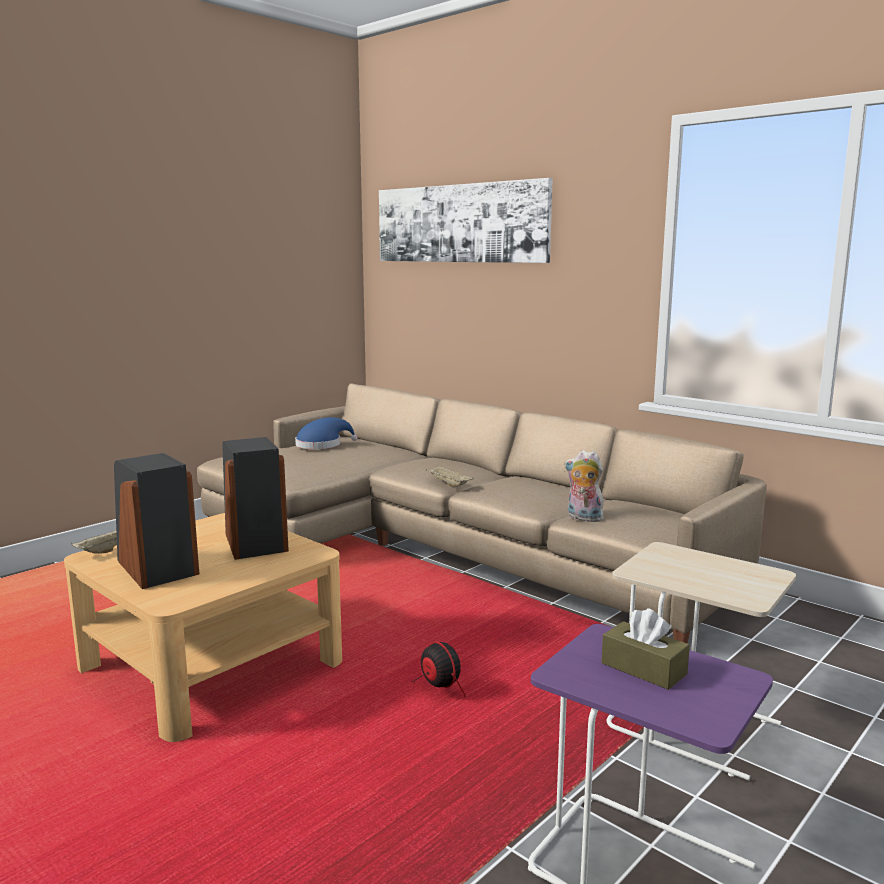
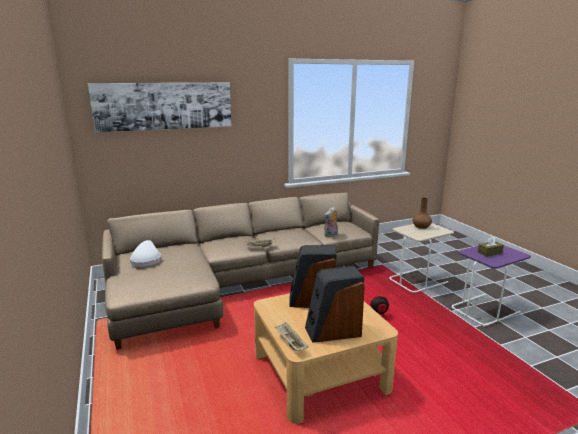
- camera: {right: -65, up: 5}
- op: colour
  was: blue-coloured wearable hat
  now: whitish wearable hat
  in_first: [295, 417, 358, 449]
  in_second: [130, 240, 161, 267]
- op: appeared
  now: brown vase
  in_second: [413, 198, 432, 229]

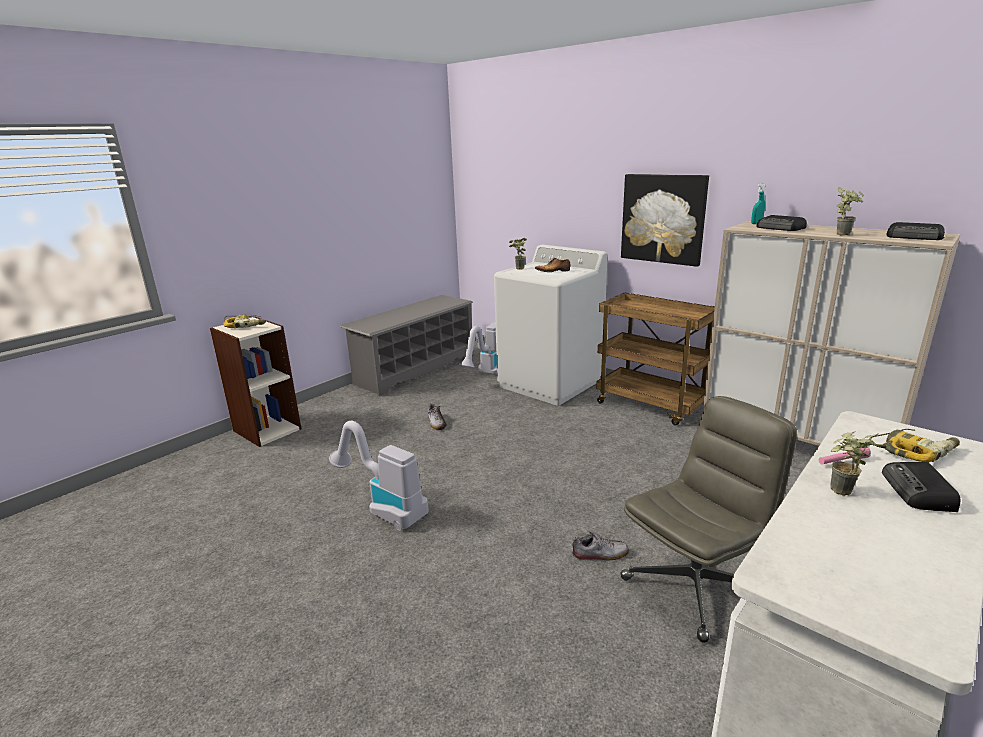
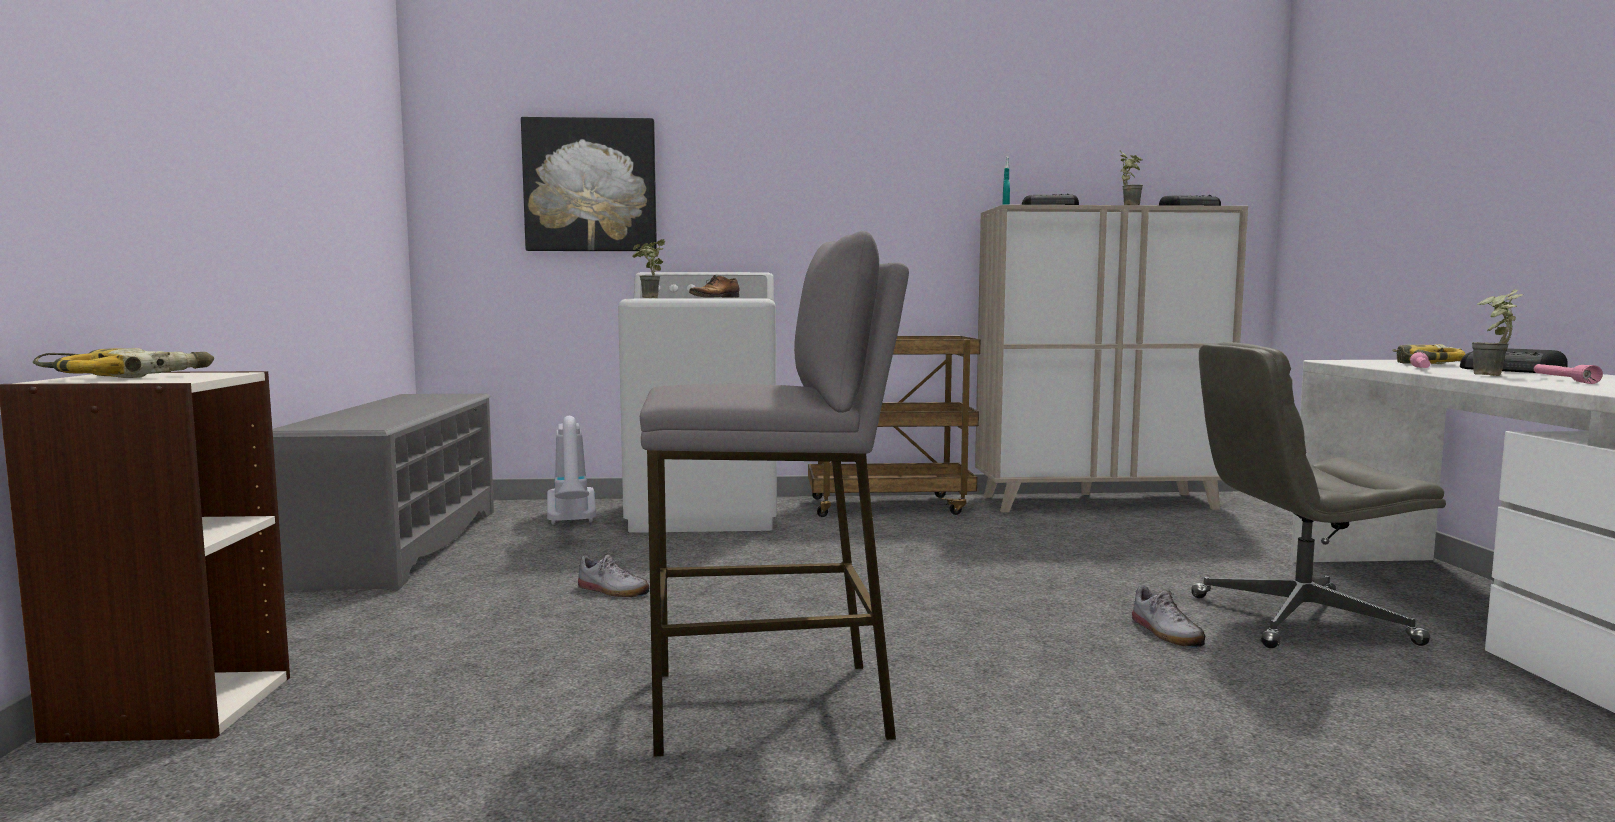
- camera: {right: -45, up: -15}
- op: relocated
  was: wall art
  in_first: [621, 174, 709, 267]
  in_second: [521, 117, 657, 251]
- op: exchanged
  was: hoover
  now: gray stool
  in_first: [329, 421, 429, 531]
  in_second: [640, 231, 909, 758]
- op: spun
  was: item of footwear
  in_first: [572, 532, 629, 561]
  in_second: [1131, 586, 1206, 648]
  clockwise: 120
- op: spun
  was: gray office chair
  in_first: [620, 396, 797, 643]
  in_second: [1191, 342, 1446, 648]
  clockwise: -105
- op: appeared
  now: pink-coloured hand torch
  in_second: [1534, 364, 1603, 384]

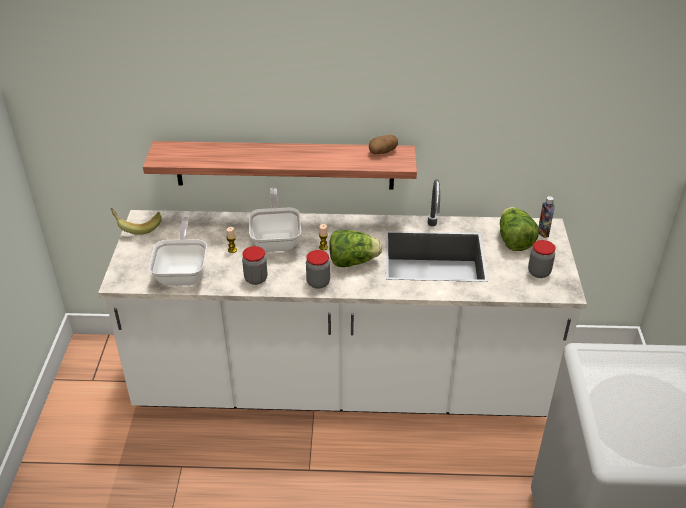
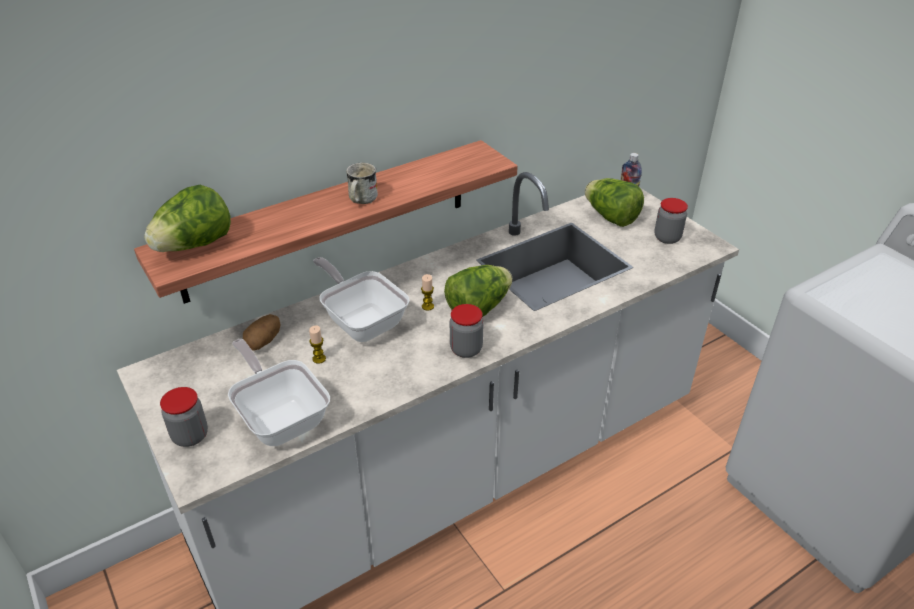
- camera: {right: -35, up: 0}
- op: appeared
  now: lettuce head
  in_second: [144, 185, 231, 252]
- op: relocated
  was: jar
  in_first: [242, 246, 267, 285]
  in_second: [160, 387, 208, 447]
- op: relocated
  was: potato
  in_first: [369, 135, 398, 154]
  in_second: [243, 314, 280, 351]
- op: appeared
  now: whitish coffee mug
  in_second: [346, 163, 378, 204]
- op: missing
  was: banana
  in_first: [110, 208, 162, 235]

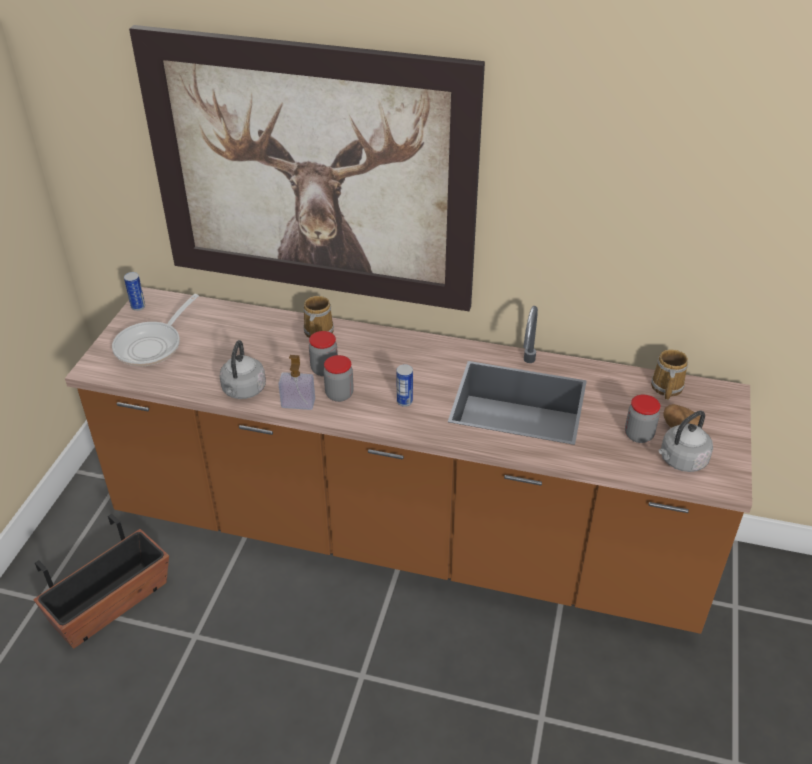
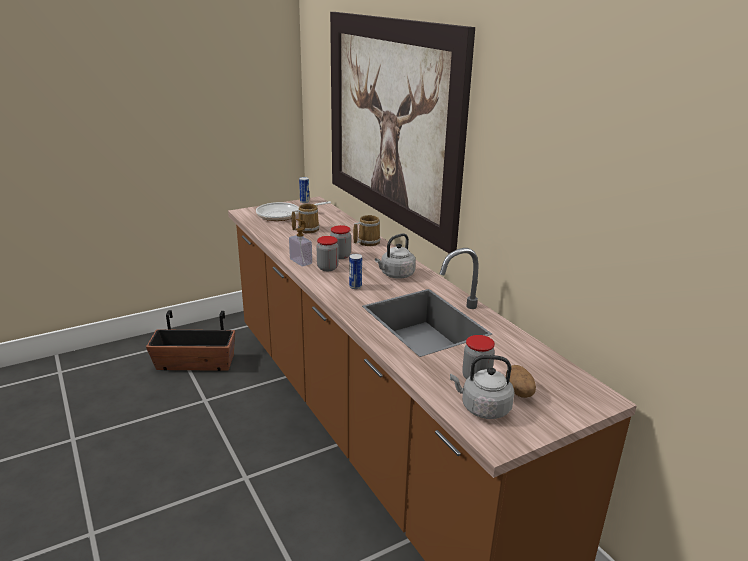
- camera: {right: 45, up: -15}
- op: relocated
  was: coffee mug
  in_first: [651, 349, 688, 400]
  in_second: [291, 204, 319, 233]
- op: relocated
  was: gray kettle
  in_first: [219, 340, 266, 399]
  in_second: [375, 233, 416, 279]

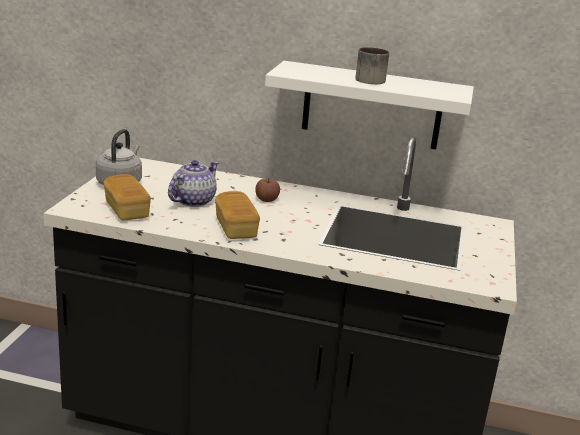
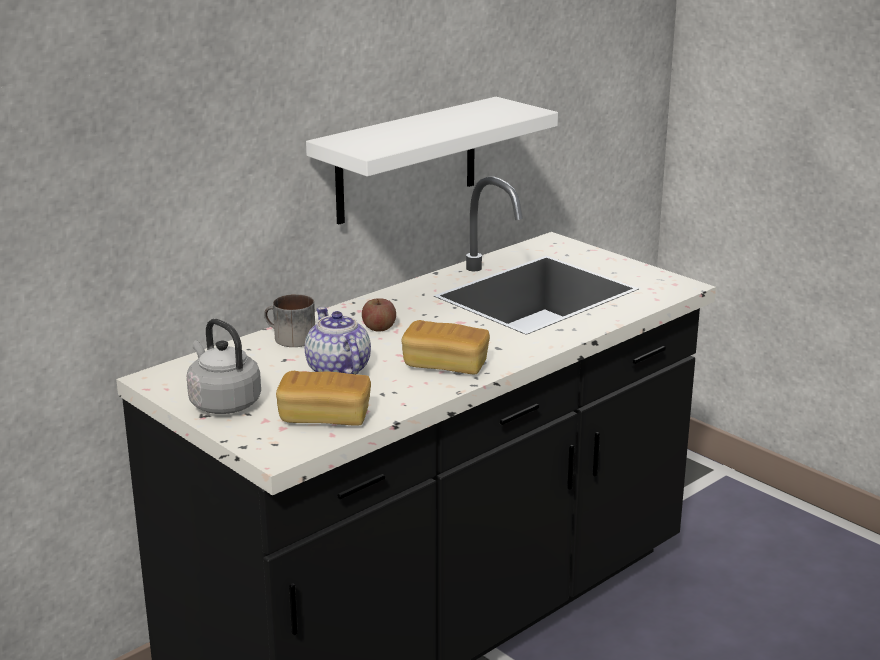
- camera: {right: -55, up: 0}
- op: relocated
  was: coffee mug
  in_first: [355, 47, 389, 84]
  in_second: [264, 294, 315, 347]

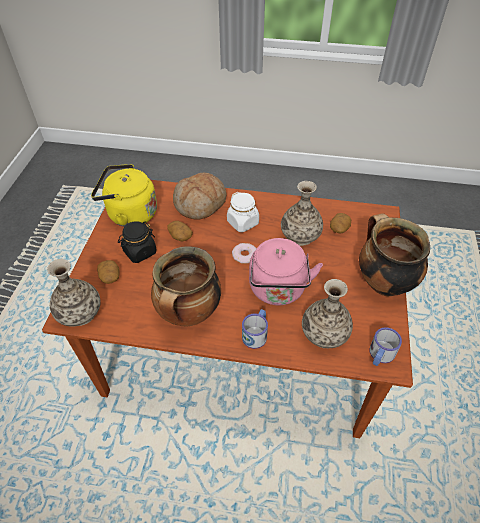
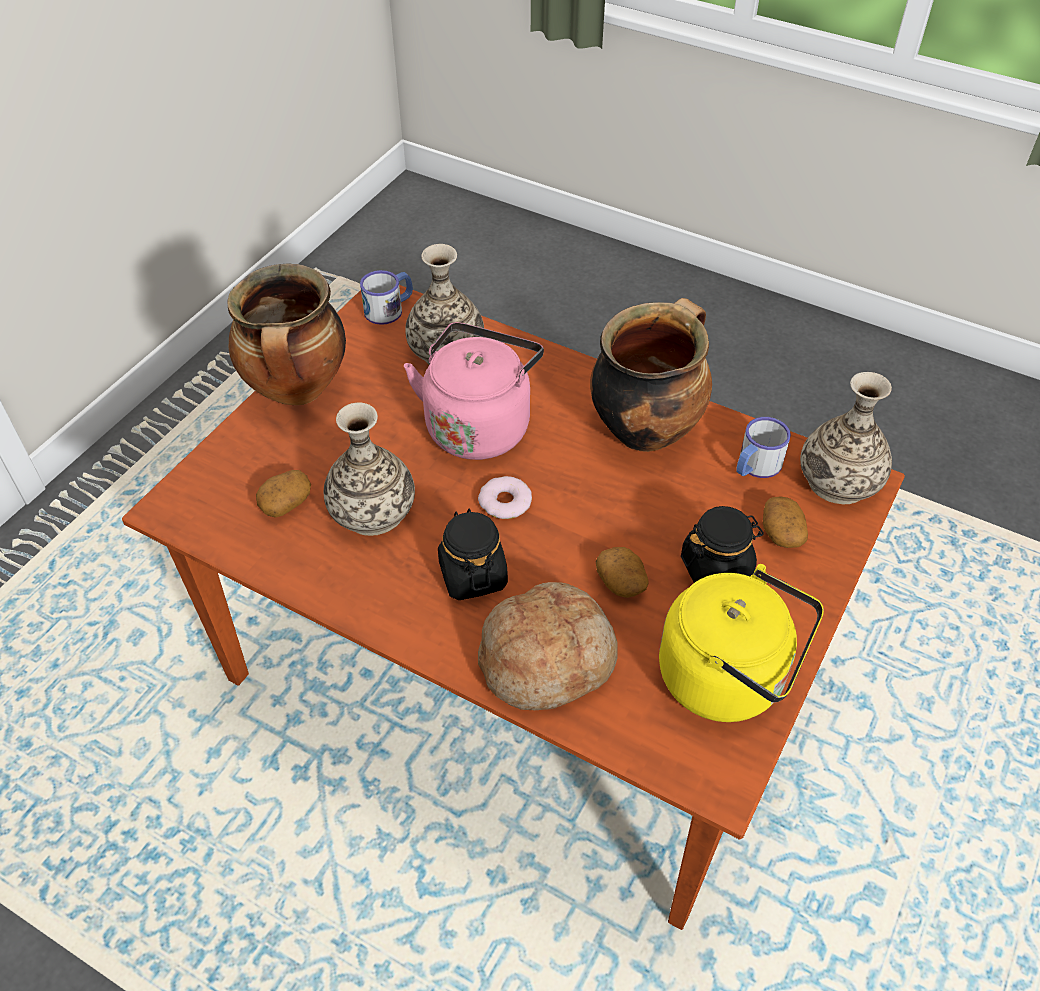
- camera: {right: -160, up: 0}
- op: colour
  was: whitish jar
  now: black jar
  in_first: [227, 192, 259, 232]
  in_second: [438, 509, 508, 600]
- op: relocated
  was: coffee mug
  in_first: [242, 309, 268, 349]
  in_second: [736, 417, 791, 478]

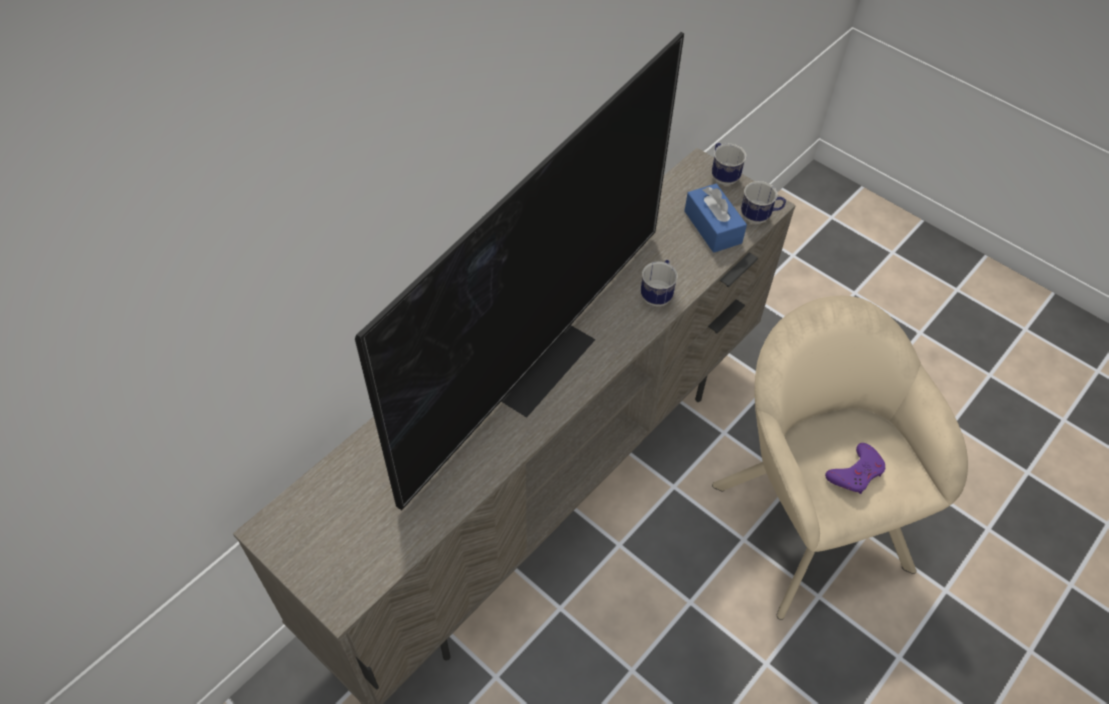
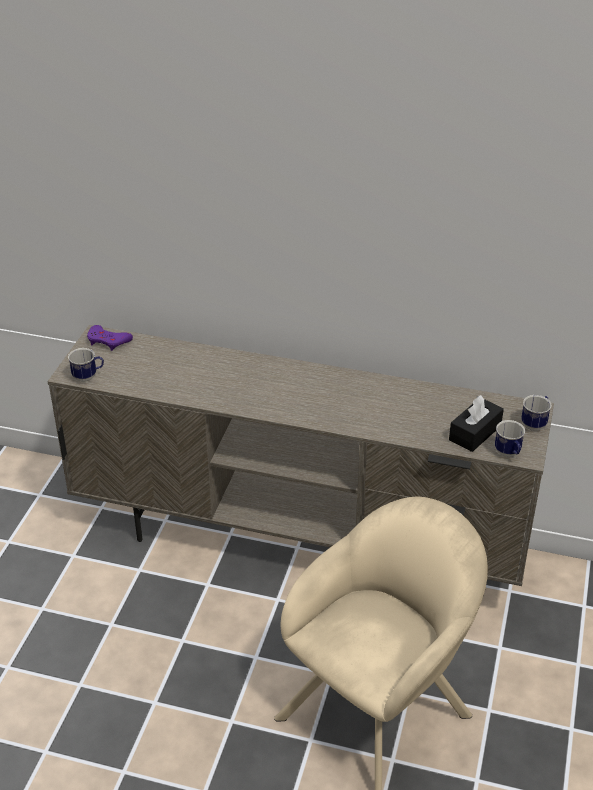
- camera: {right: 65, up: -15}
- op: relocated
  was: coffee mug
  in_first: [641, 260, 678, 306]
  in_second: [68, 348, 104, 382]
- op: relocated
  was: purple joypad
  in_first: [825, 443, 886, 494]
  in_second: [87, 325, 133, 351]
- op: colour
  was: blue-coloured tissue box
  now: black tissue box
  in_first: [684, 184, 747, 253]
  in_second: [449, 395, 504, 452]
- op: missing
  was: TV
  in_first: [355, 32, 684, 510]

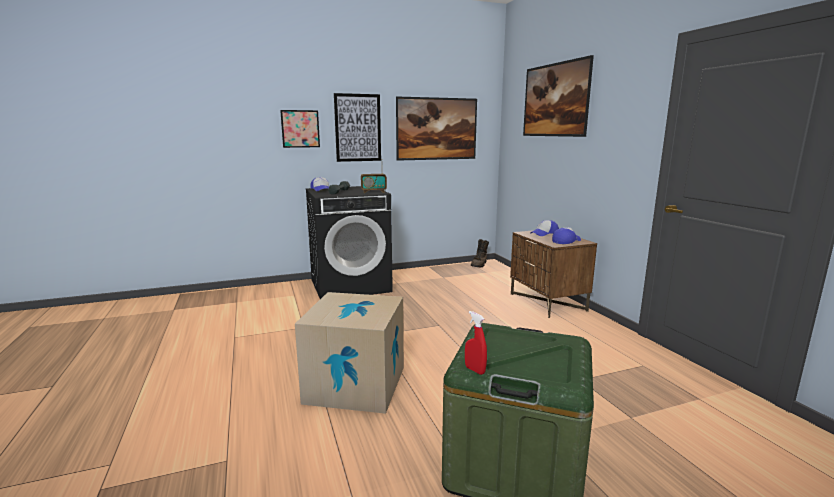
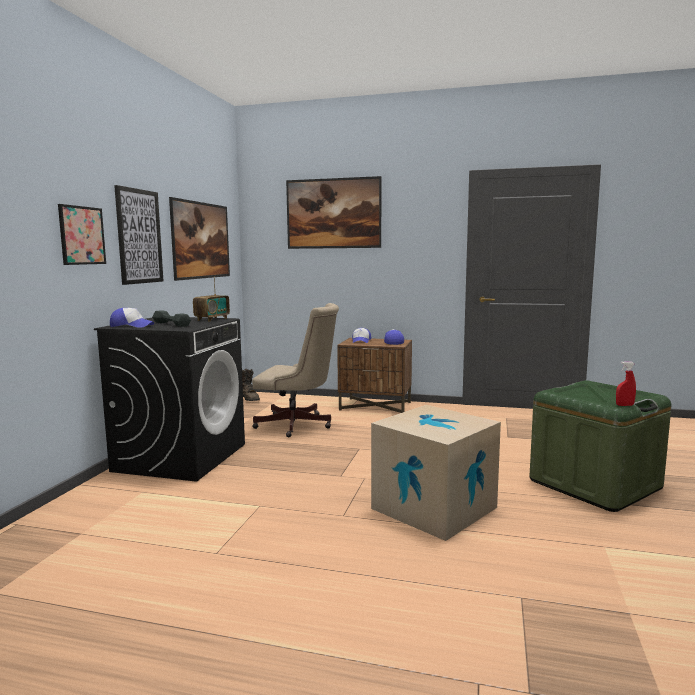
- camera: {right: -55, up: -5}
- op: appeared
  now: sand-coloured office chair
  in_second: [252, 303, 339, 437]

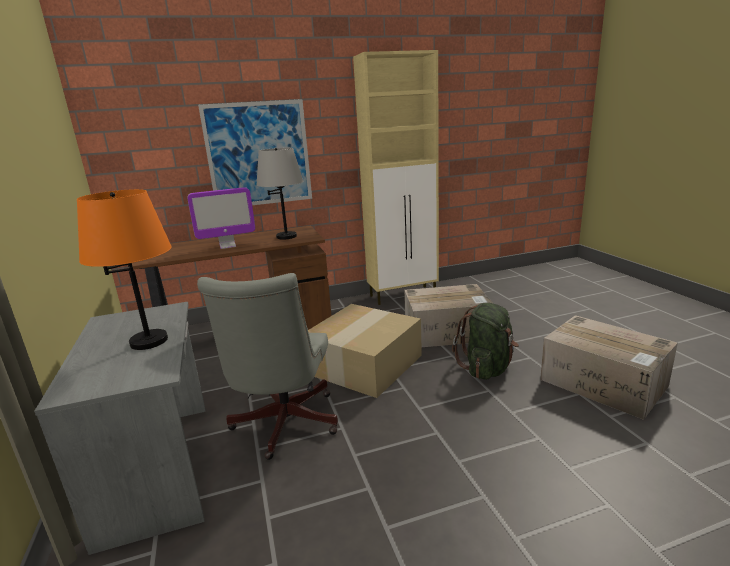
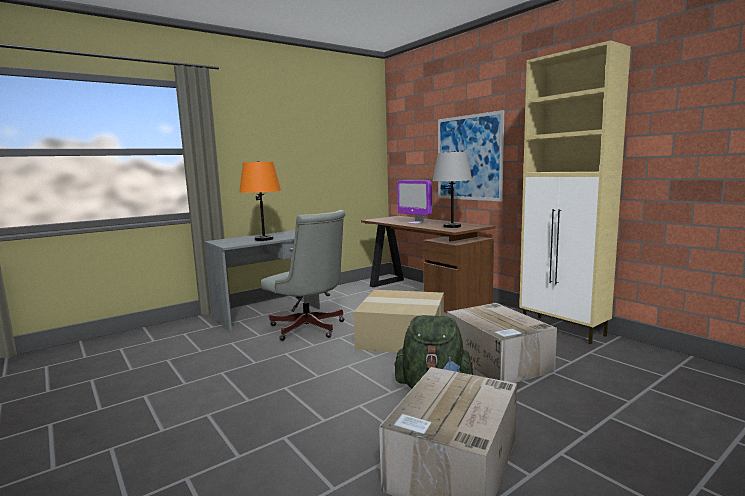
- camera: {right: 70, up: -10}
- op: spun
  was: gray office chair
  in_first: [197, 273, 338, 460]
  in_second: [261, 210, 345, 341]
  clockwise: -120

